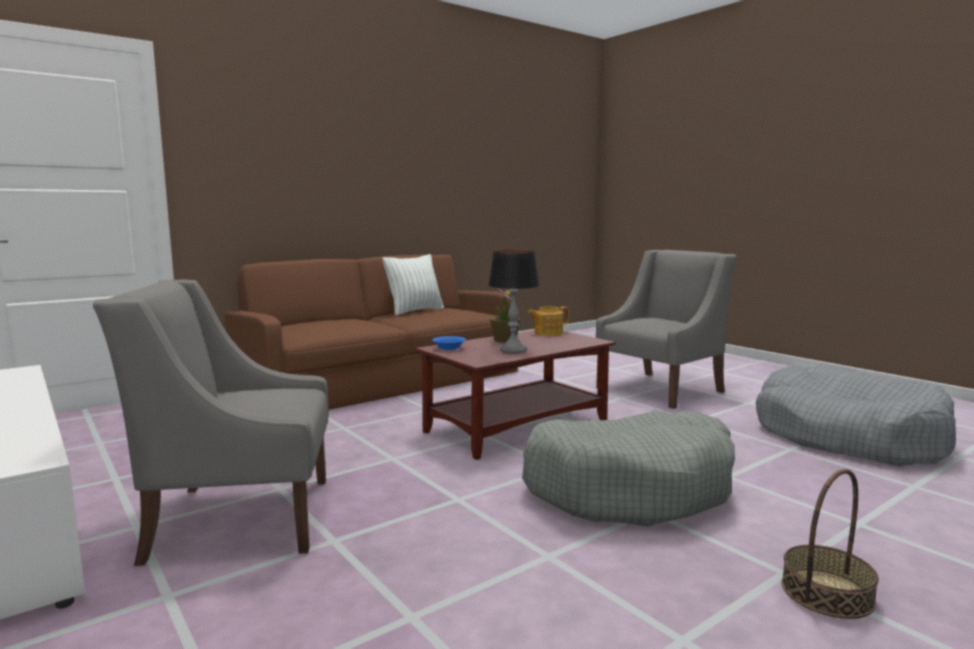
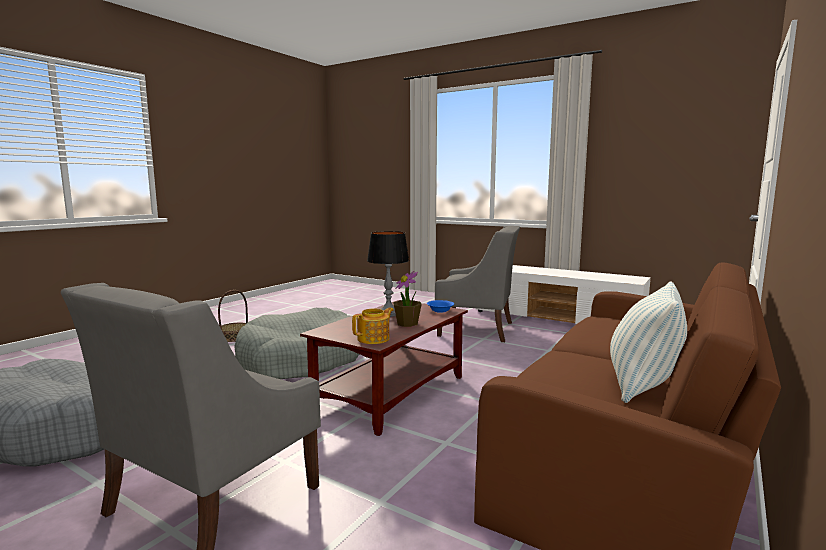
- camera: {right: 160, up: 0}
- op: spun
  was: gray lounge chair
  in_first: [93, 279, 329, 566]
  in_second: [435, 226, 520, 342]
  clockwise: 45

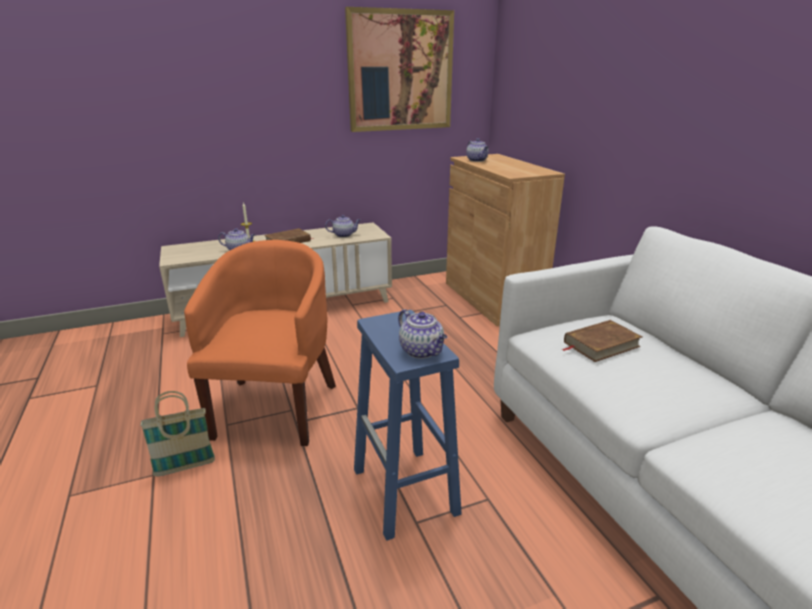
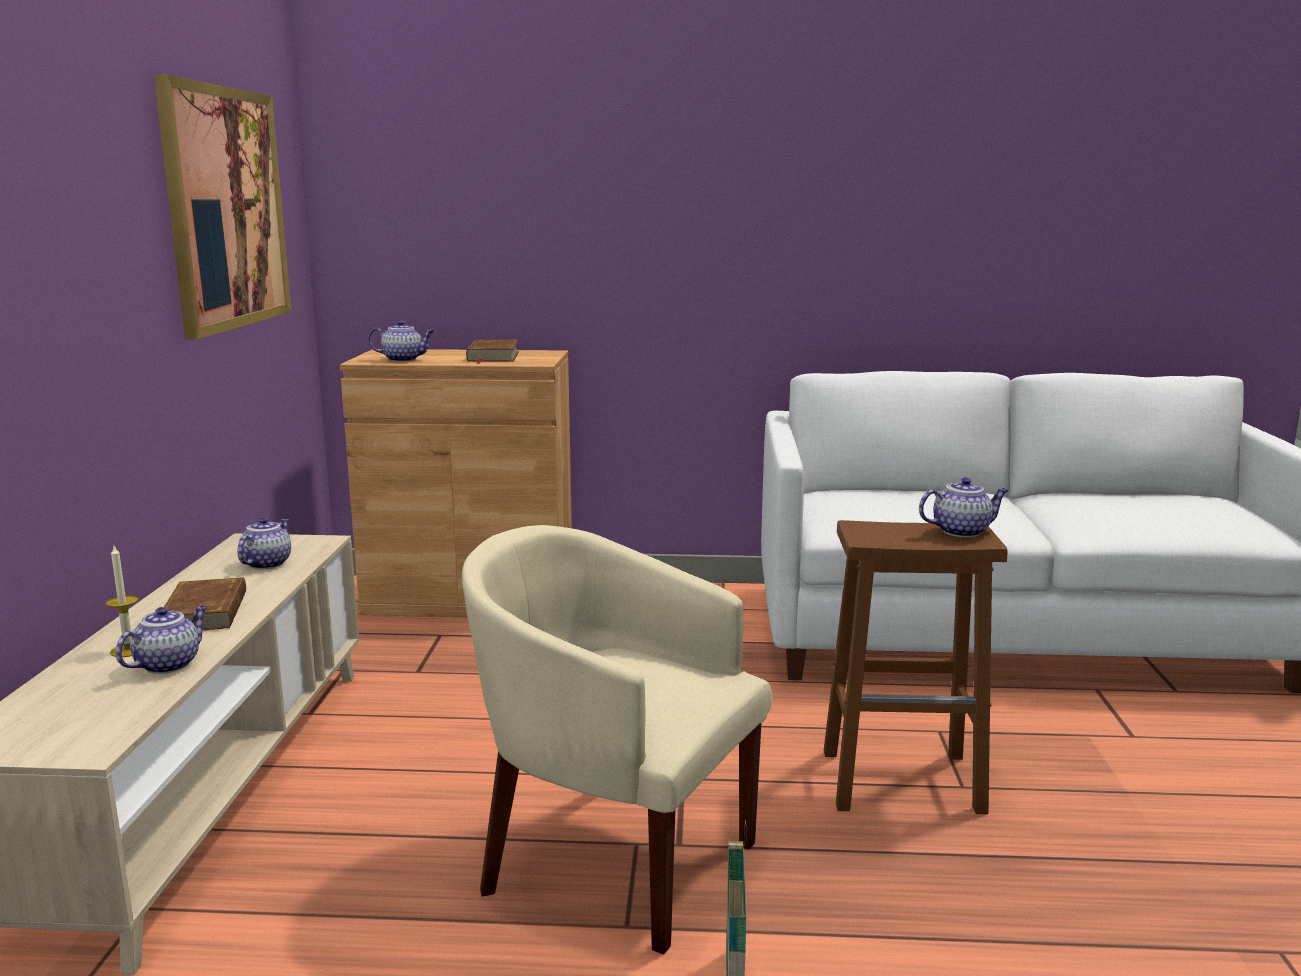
- camera: {right: -65, up: -10}
- op: colour
  was: orange lounge chair
  now: sand-coloured lounge chair
  in_first: [184, 240, 336, 446]
  in_second: [462, 525, 772, 954]
- op: relocated
  was: brown bound book
  in_first: [562, 320, 642, 362]
  in_second: [466, 339, 519, 364]
- op: colour
  was: blue-coloured stool
  now: brown stool
  in_first: [354, 310, 462, 541]
  in_second: [824, 520, 1008, 814]

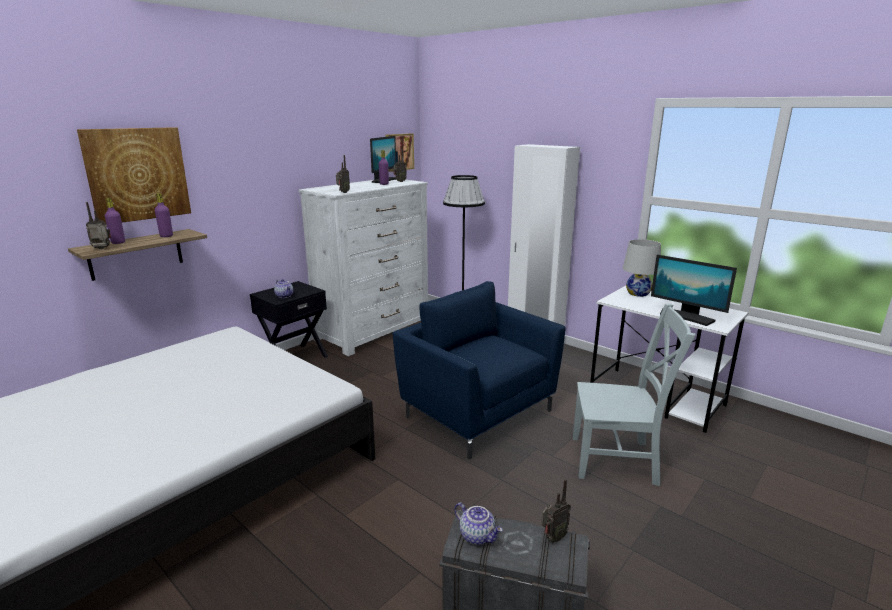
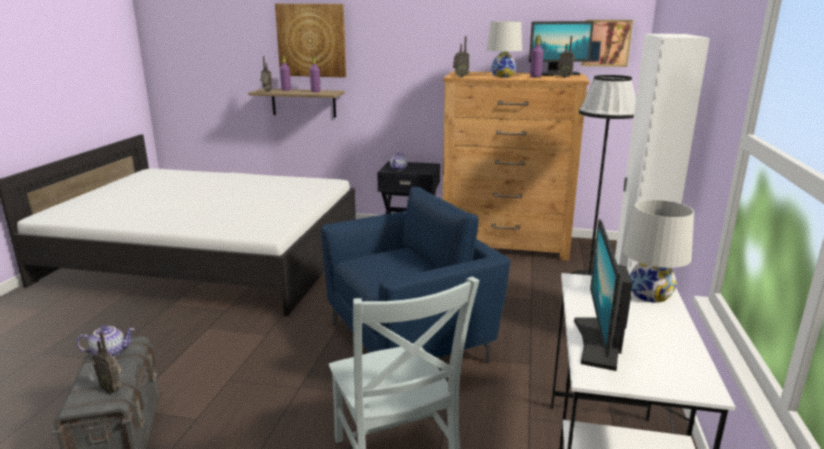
- camera: {right: 60, up: 0}
- op: spun
  was: teapot
  in_first: [454, 503, 503, 545]
  in_second: [76, 325, 135, 357]
  clockwise: -120
- op: spun
  was: blue-coloured lounge chair
  in_first: [393, 281, 565, 459]
  in_second: [321, 187, 510, 363]
  clockwise: 45
- op: colour
  was: whitish dresser
  now: brown dresser
  in_first: [299, 180, 428, 356]
  in_second: [443, 71, 590, 261]
- op: appeared
  now: whitish table lamp
  in_second: [487, 21, 522, 77]

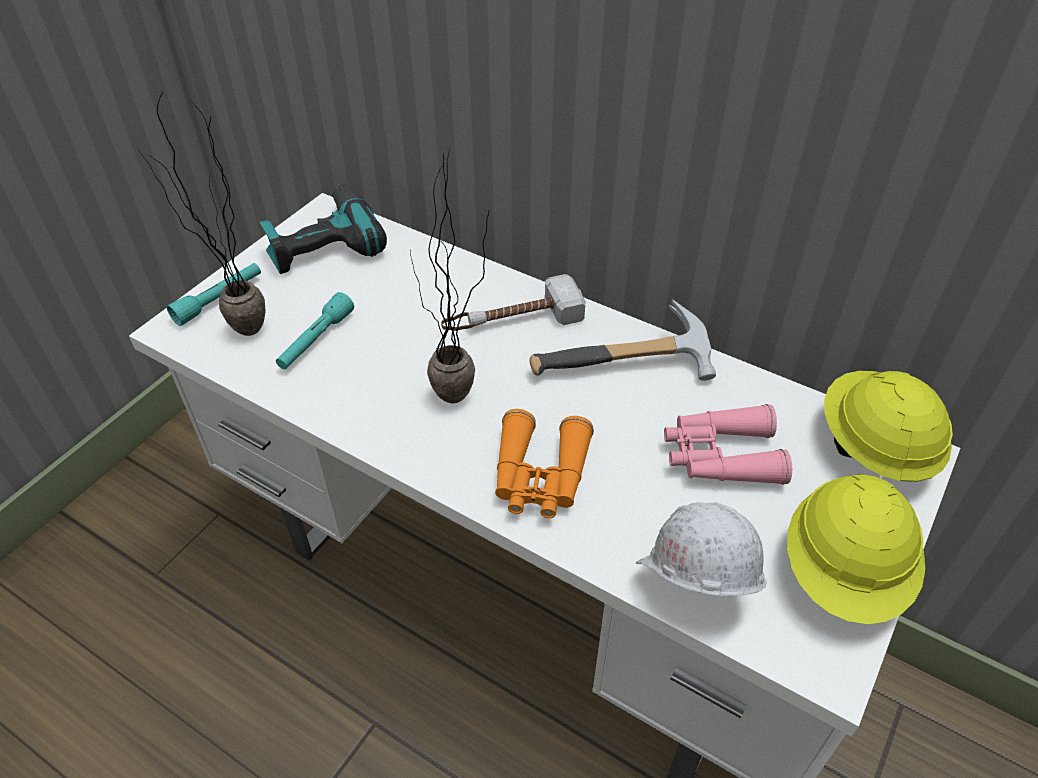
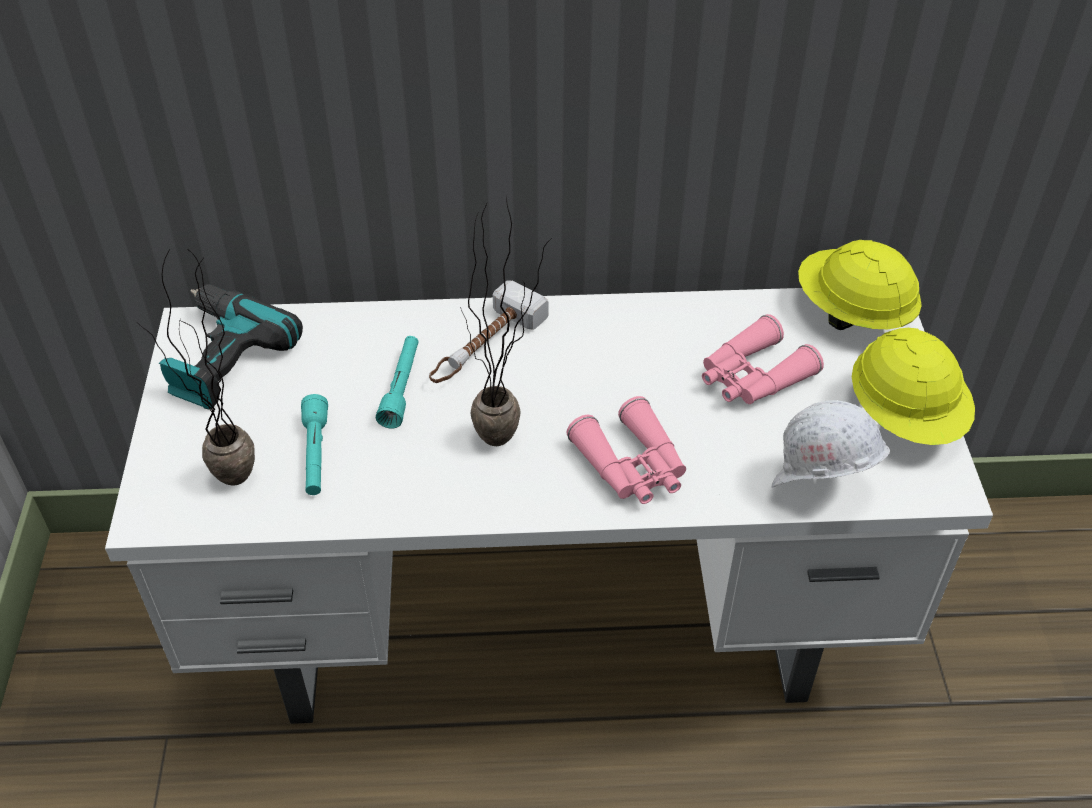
- camera: {right: -35, up: 0}
- op: relocated
  was: turquoise hand torch
  in_first: [166, 263, 261, 326]
  in_second: [376, 336, 419, 428]
- op: colour
  was: orange binoculars
  now: pink-coloured binoculars
  in_first: [495, 409, 594, 518]
  in_second: [567, 396, 686, 504]
- op: missing
  was: tool hammer
  in_first: [530, 299, 716, 381]

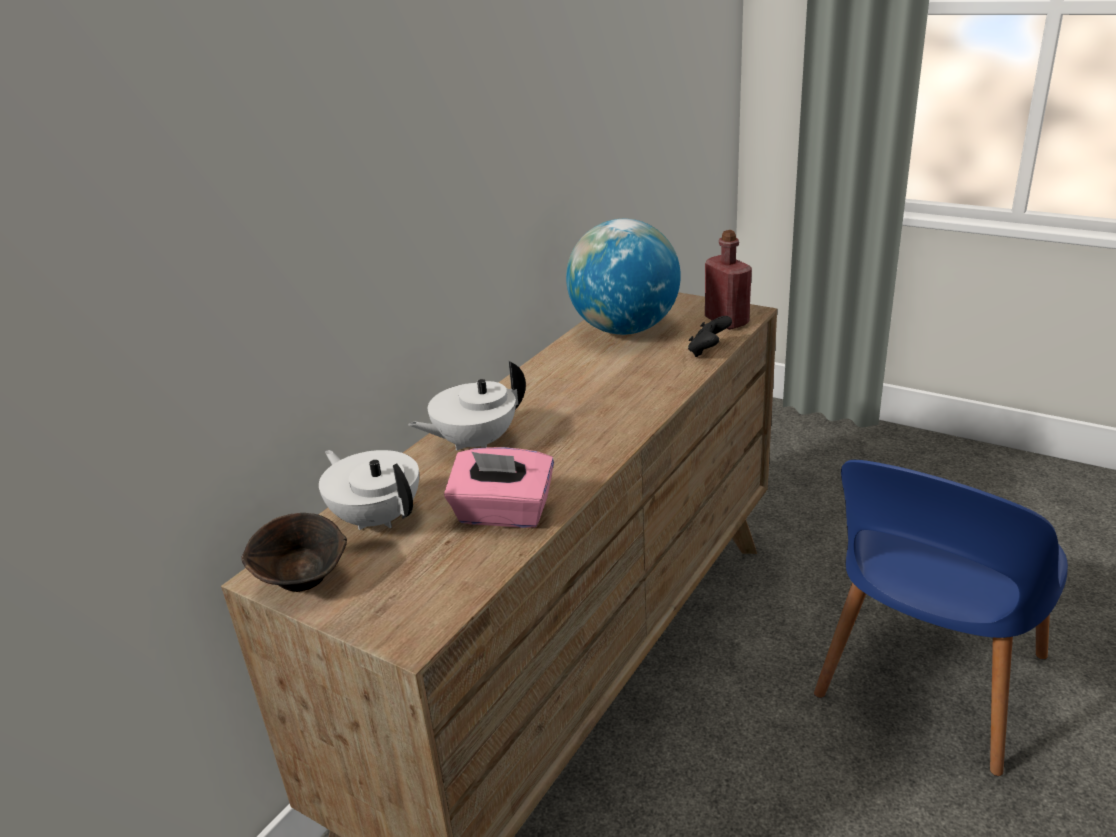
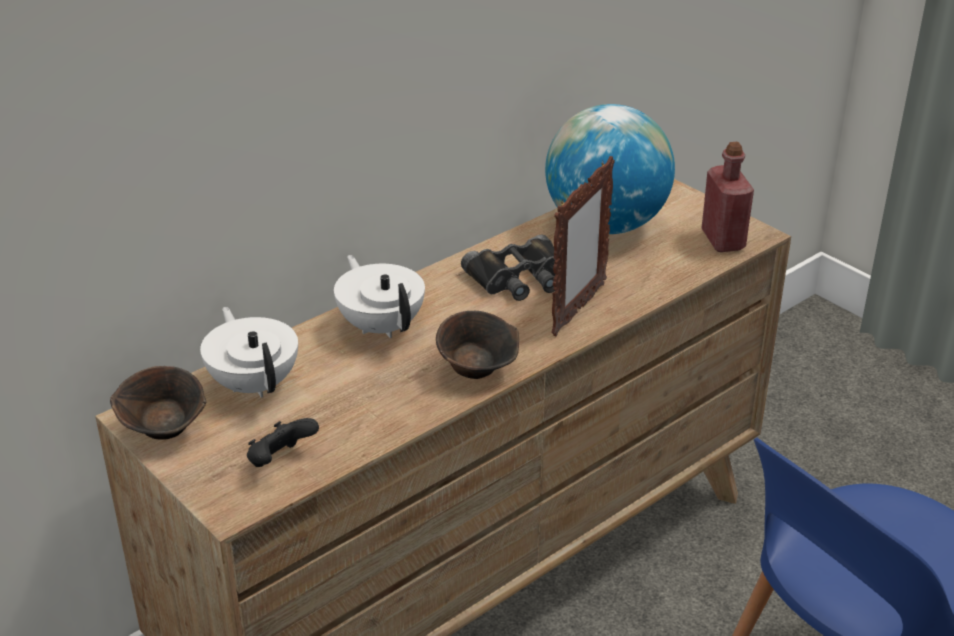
- camera: {right: 15, up: 5}
- op: relocated
  was: black joypad
  in_first: [688, 316, 732, 357]
  in_second: [247, 418, 319, 467]
- op: spun
  was: whitish teapot
  in_first: [408, 361, 526, 450]
  in_second: [334, 255, 425, 338]
  clockwise: 75
- op: appeared
  now: brown deep dish
  in_second: [436, 311, 519, 379]
- op: appeared
  now: black binoculars
  in_second: [461, 235, 556, 301]
- op: appeared
  now: photo frame
  in_second: [551, 156, 615, 336]
- op: missing
  was: pink-coloured tissue box
  in_first: [444, 447, 554, 528]

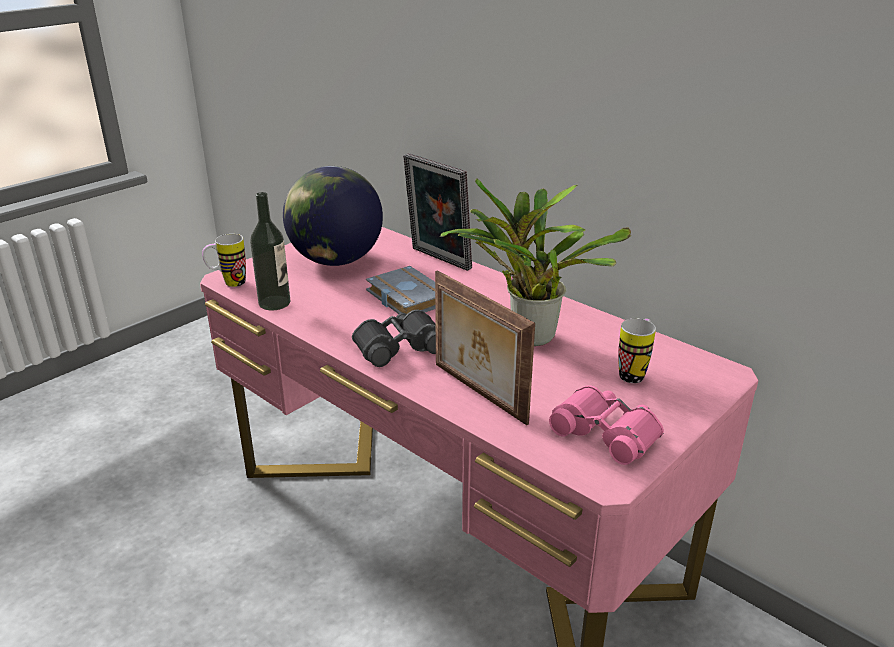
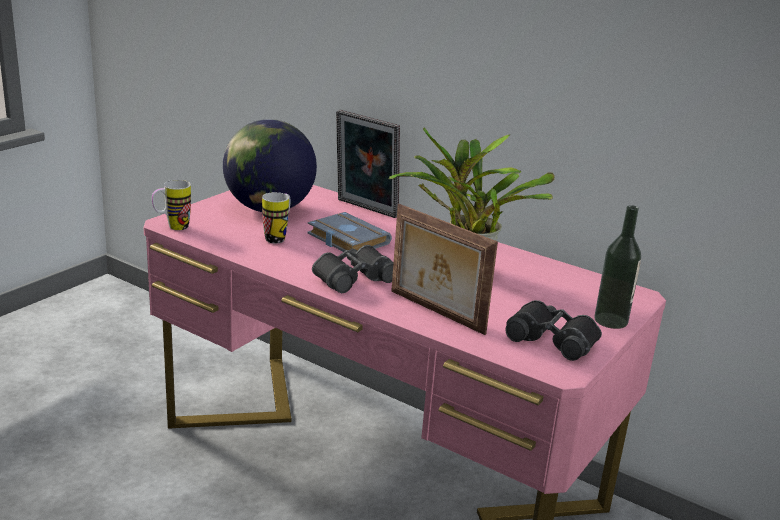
- camera: {right: -10, up: -5}
- op: relocated
  was: coffee mug
  in_first: [618, 319, 656, 383]
  in_second: [262, 192, 290, 244]
- op: colour
  was: pink-coloured binoculars
  now: black binoculars
  in_first: [549, 385, 664, 465]
  in_second: [505, 300, 602, 361]
- op: relocated
  was: beverage bottle
  in_first: [250, 192, 290, 310]
  in_second: [594, 205, 641, 329]

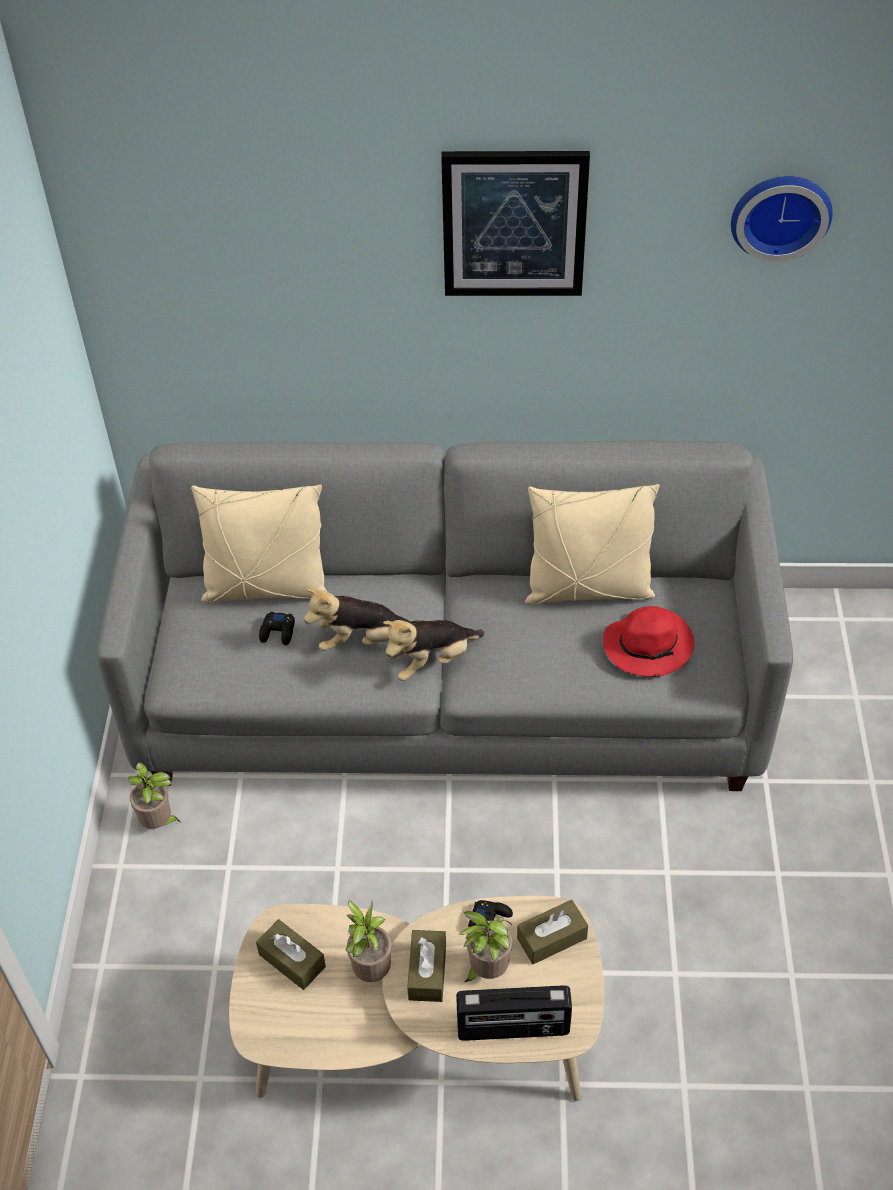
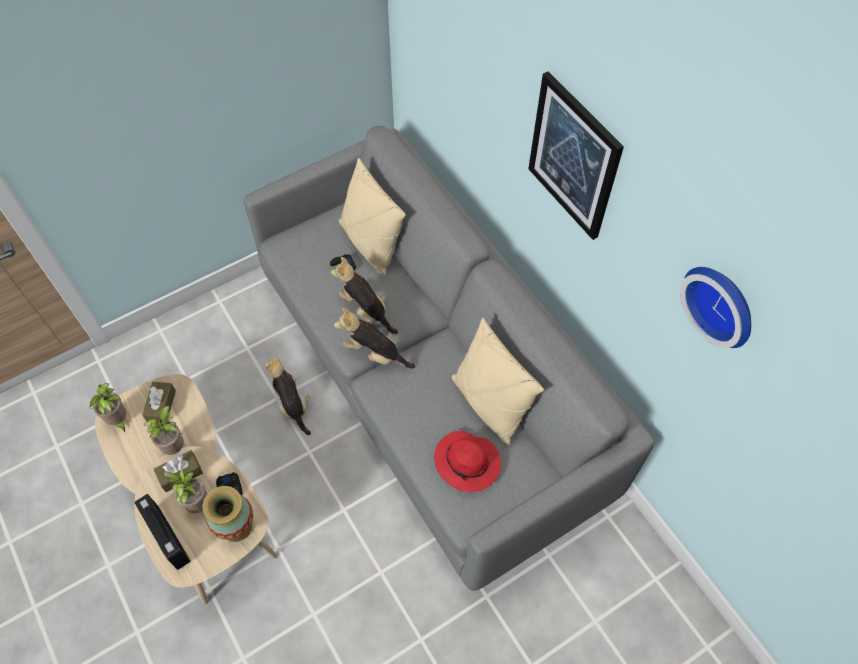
- camera: {right: 55, up: 10}
- op: relocated
  was: plant in a pot
  in_first: [128, 762, 180, 829]
  in_second: [89, 383, 127, 432]
- op: exchanged
  was: brown tissue box
  now: vase
  in_first: [517, 900, 588, 964]
  in_second: [203, 486, 253, 542]
- op: appeared
  now: cuddly toy
  in_second: [265, 355, 311, 435]

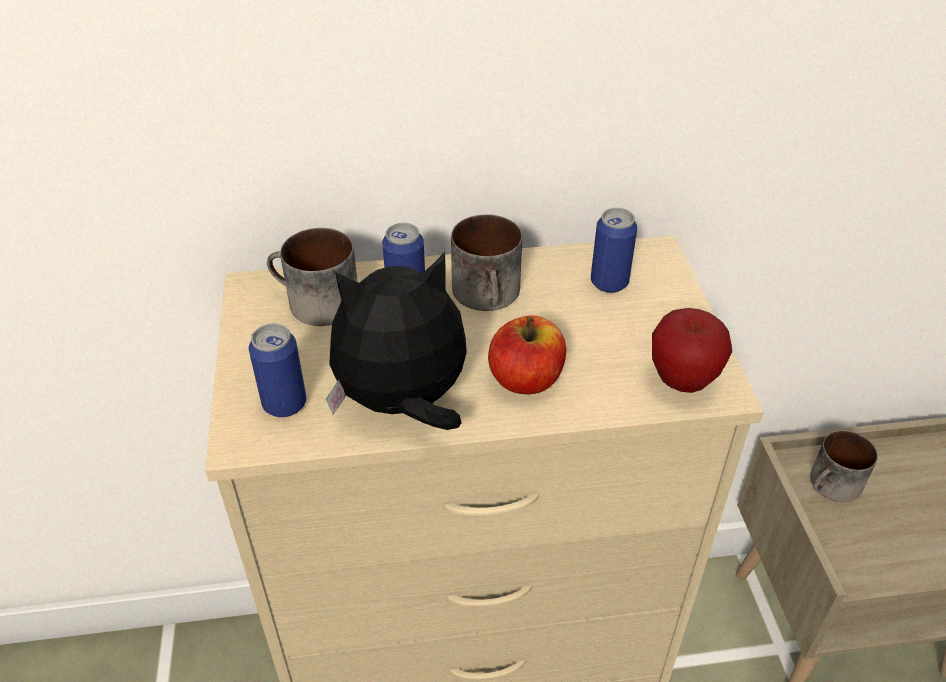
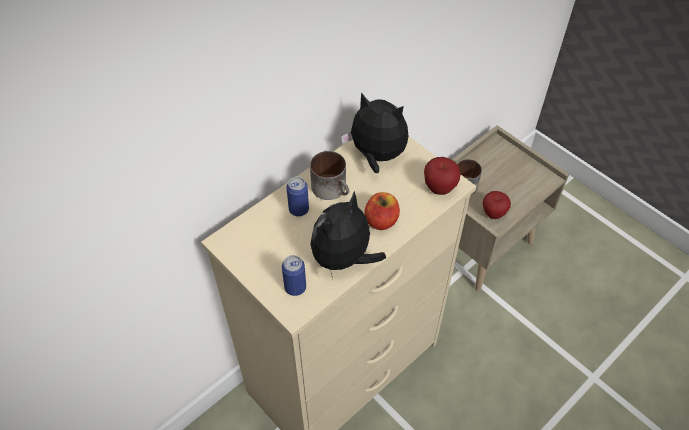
- camera: {right: -35, up: 10}
- op: exchanged
  was: metal can
  now: cuddly toy
  in_first: [591, 208, 637, 293]
  in_second: [341, 92, 409, 173]
- op: appeared
  now: apple
  in_second: [483, 191, 511, 219]
- op: missing
  was: coffee mug
  in_first: [267, 228, 358, 326]

